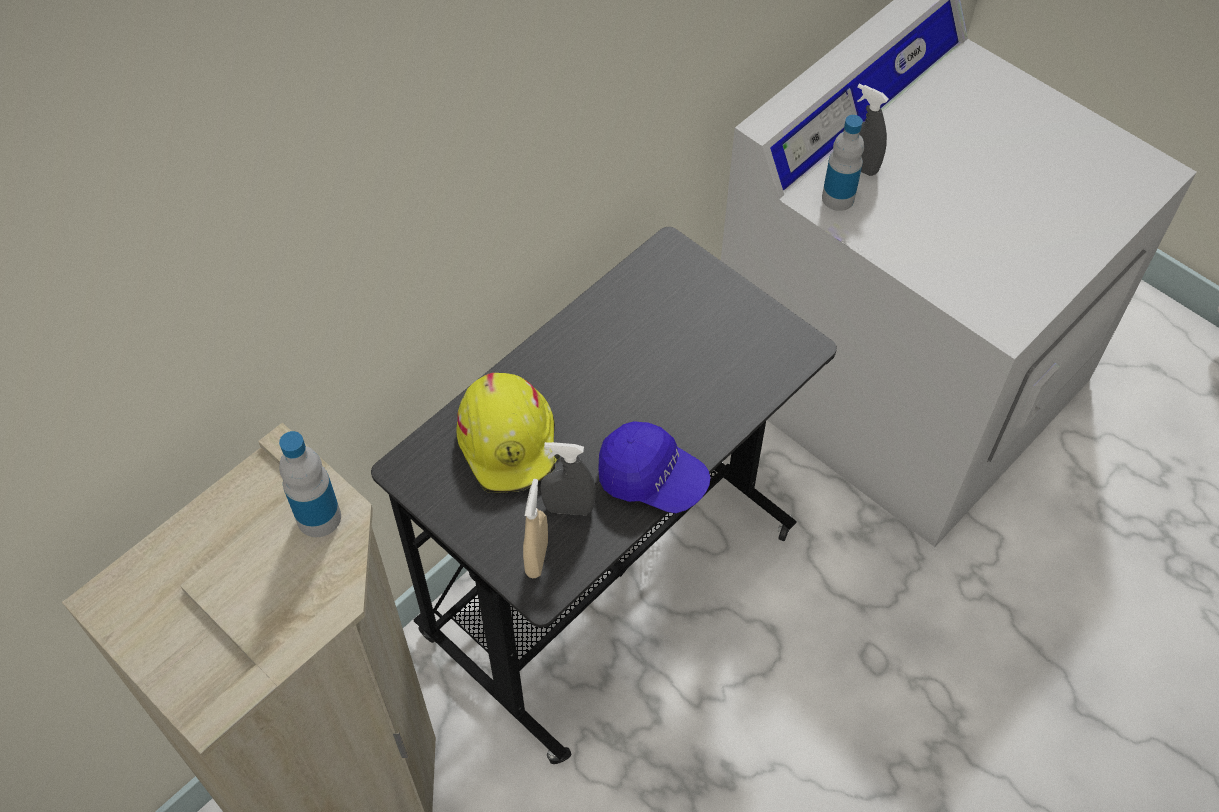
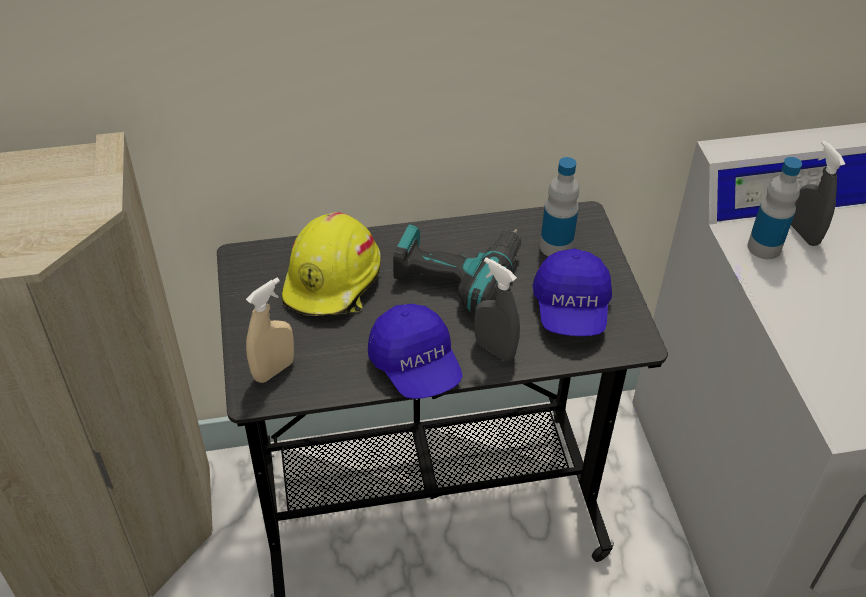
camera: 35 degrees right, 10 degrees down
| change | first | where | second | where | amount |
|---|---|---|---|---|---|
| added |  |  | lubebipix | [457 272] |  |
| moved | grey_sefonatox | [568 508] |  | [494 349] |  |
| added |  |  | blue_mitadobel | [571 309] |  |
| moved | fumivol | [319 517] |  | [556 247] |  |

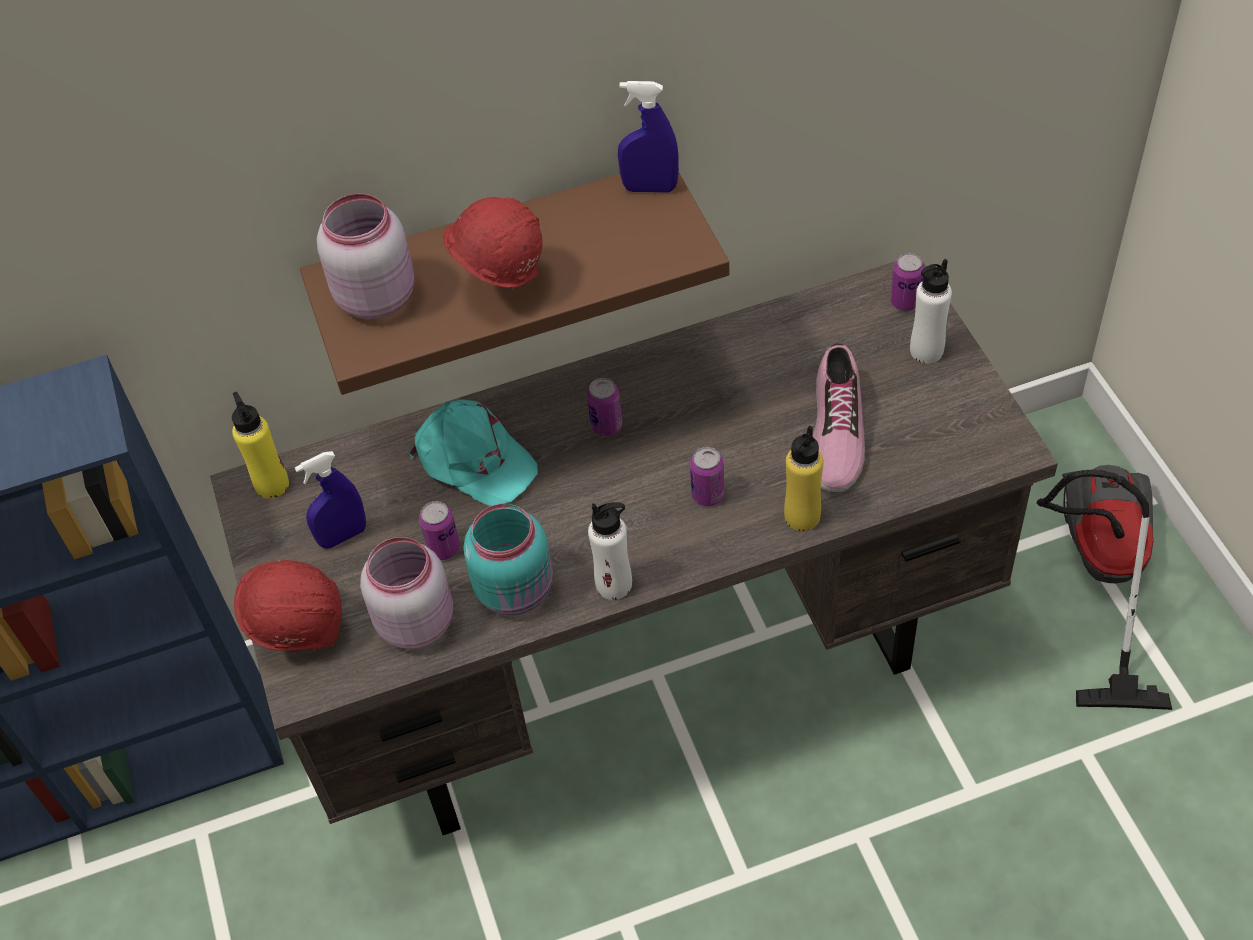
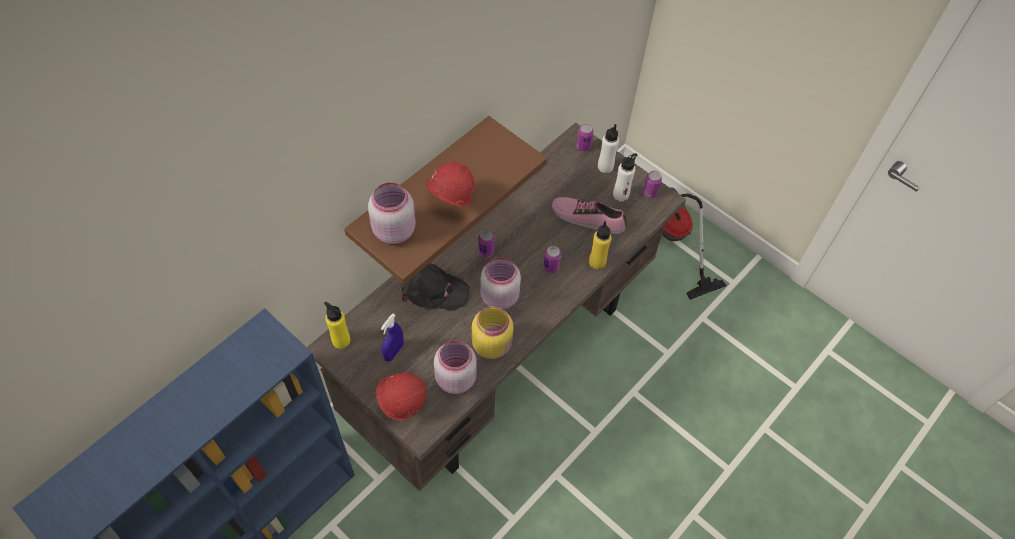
camera: 35 degrees left, 5 degrees up
| change | first | where | second | where | amount |
|---|---|---|---|---|---|
| recoloured | turquoise_mitadobel | [474 460] | black_mitadobel | [434 291] |  |
| recoloured | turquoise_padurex | [517 590] | yellow_padurex | [493 344] |  |
| added |  |  | pink_padurex | [498 296] |  |
| turned | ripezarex | [834 431] |  | [588 218] | 135 degrees clockwise |
| moved | white_fumivol | [614 584] |  | [621 195] |  |
| moved | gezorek | [444 548] |  | [649 193] |  |
| removed | blue_sefonatox | [650 188] |  |  |  |

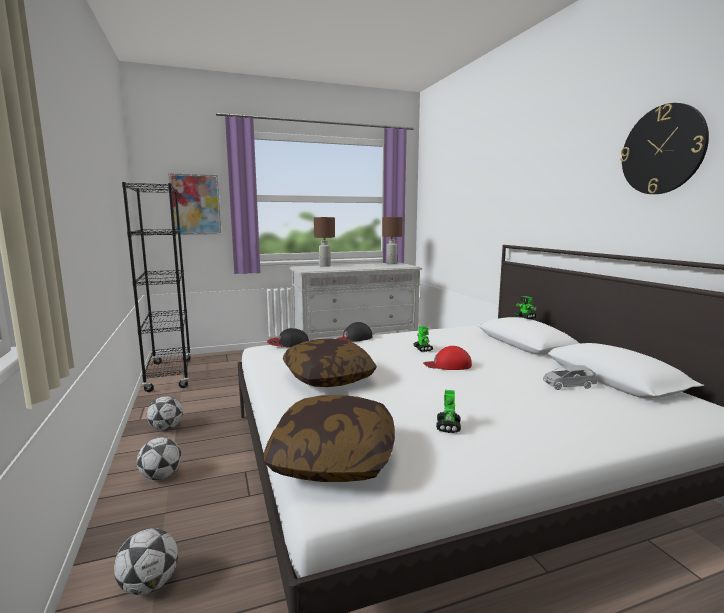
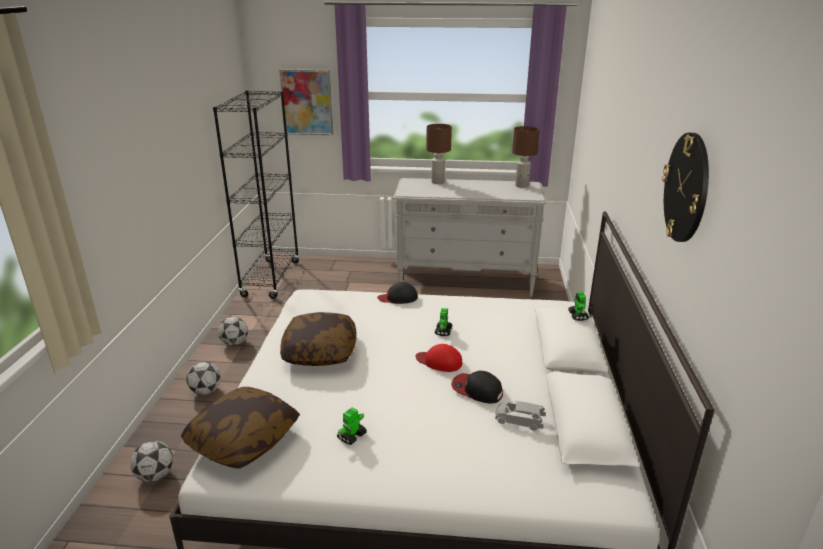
camera: 25 degrees right, 15 degrees up
| change | first | where | second | where | amount |
|---|---|---|---|---|---|
| moved | mitadobel | [288 344] |  | [476 390] |  |

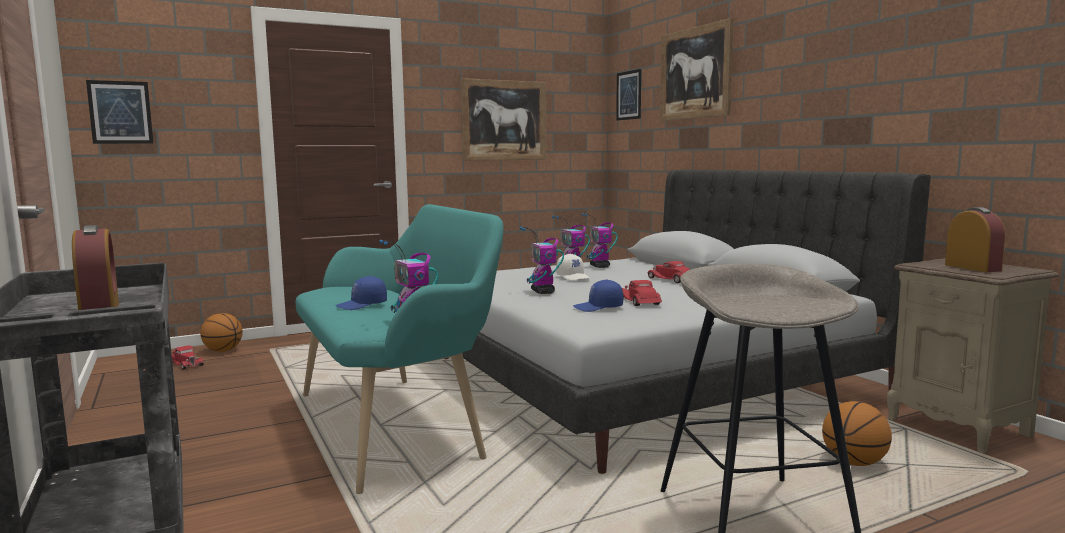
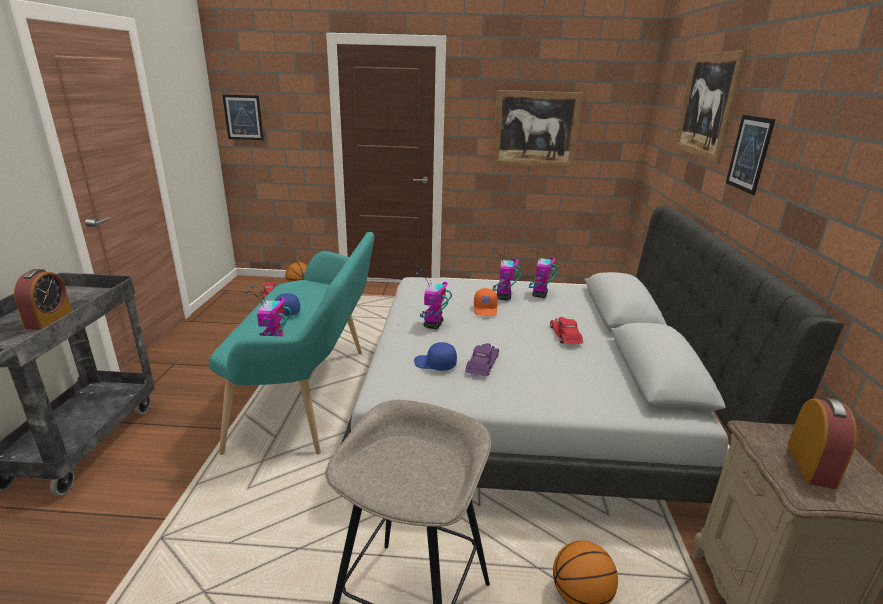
camera: 30 degrees right, 15 degrees up
| change | first | where | second | where | amount |
|---|---|---|---|---|---|
| recoloured | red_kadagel | [640 301] | purple_kadagel | [482 365] |  |
| recoloured | white_mitadobel | [573 277] | orange_mitadobel | [486 309] |  |
| moved | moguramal | [629 95] |  | [749 153] |  |

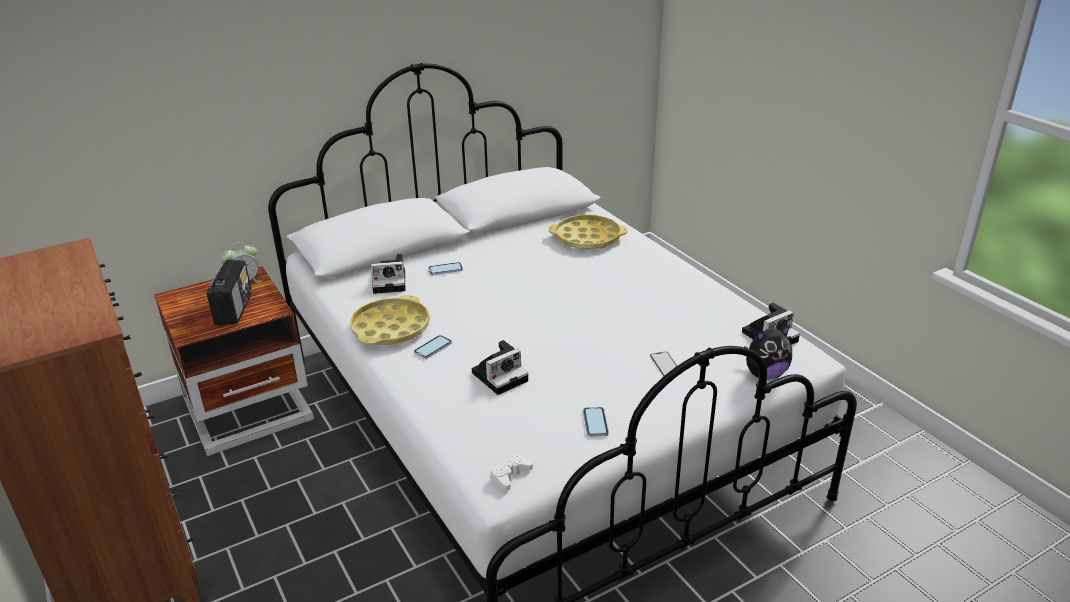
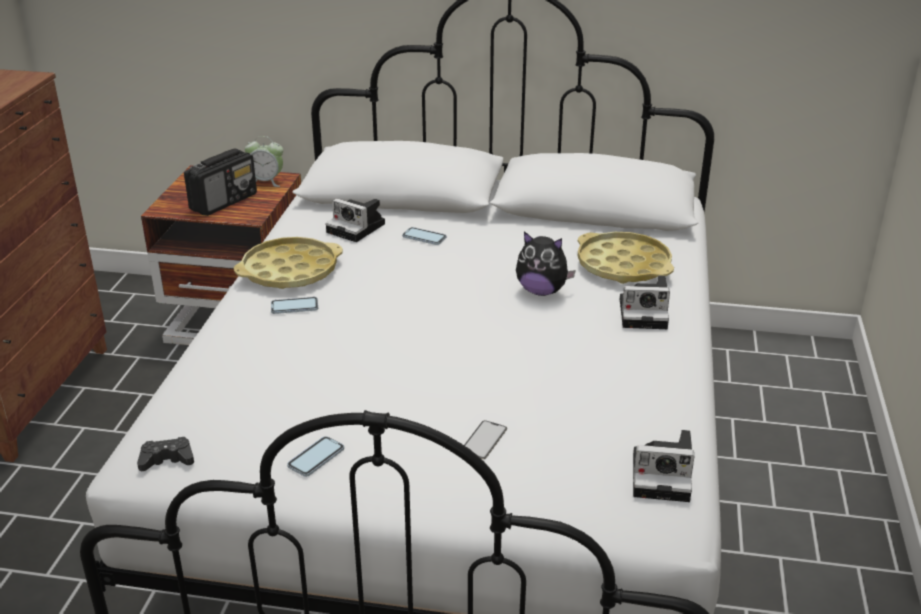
camera: 40 degrees right, 0 degrees up
| change | first | where | second | where | amount |
|---|---|---|---|---|---|
| recoloured | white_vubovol | [510 475] | black_vubovol | [167 460] |  |
| moved | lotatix | [764 374] |  | [542 291] |  |
| moved | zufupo | [501 375] |  | [645 313] |  |

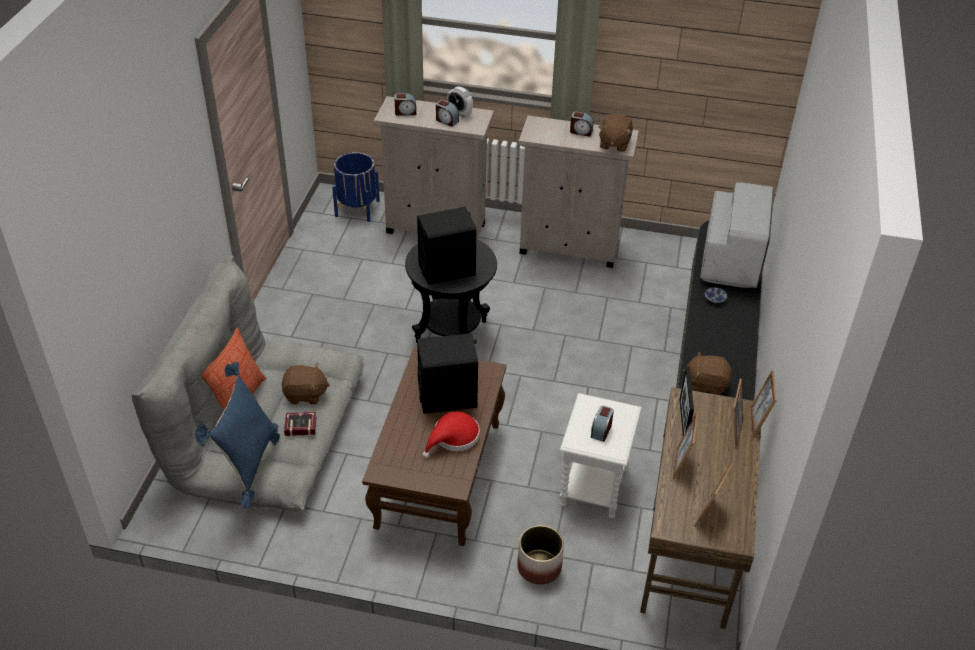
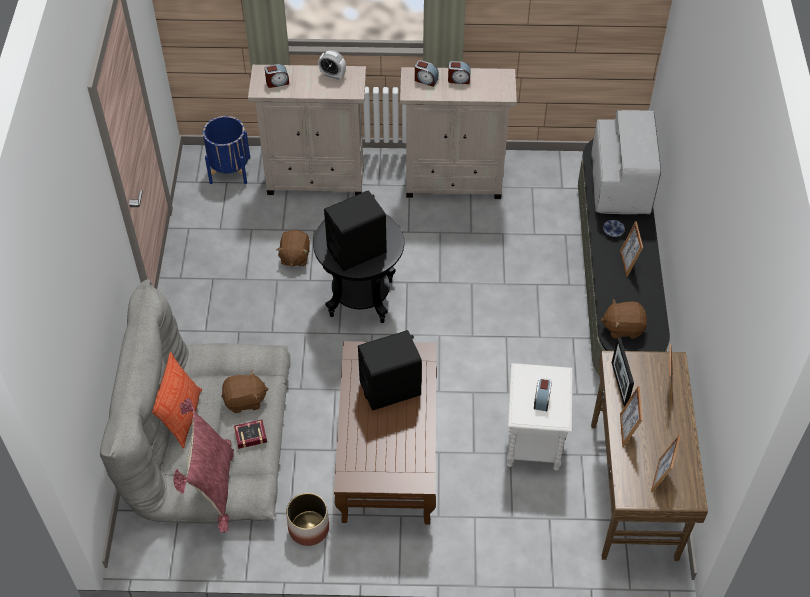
camera: 10 degrees left, 10 degrees up
| change | first | where | second | where | amount |
|---|---|---|---|---|---|
| recoloured | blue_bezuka | [246 468] | red_bezuka | [211 490] |  |
| moved | brown_lotatix | [614 143] |  | [294 256] |  |
| moved | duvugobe | [539 567] |  | [308 528] |  |
| moved | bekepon | [446 121] |  | [426 80] |  |
| moved | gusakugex | [758 422] |  | [628 263] |  |
| removed | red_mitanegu | [453 438] |  |  |  |

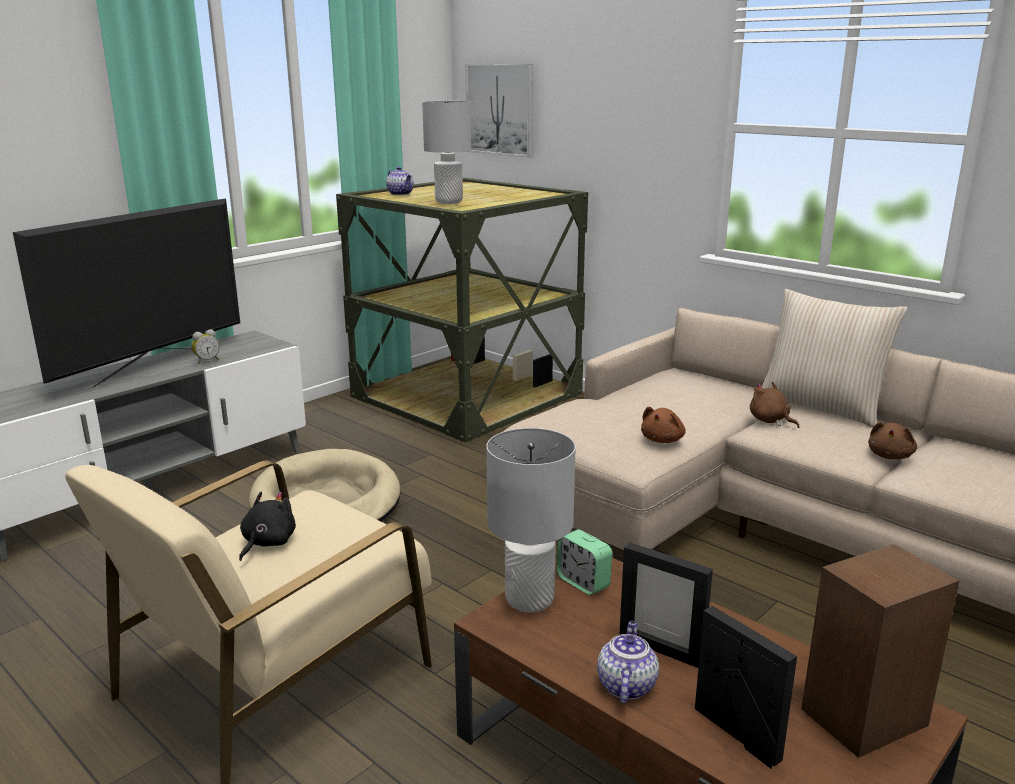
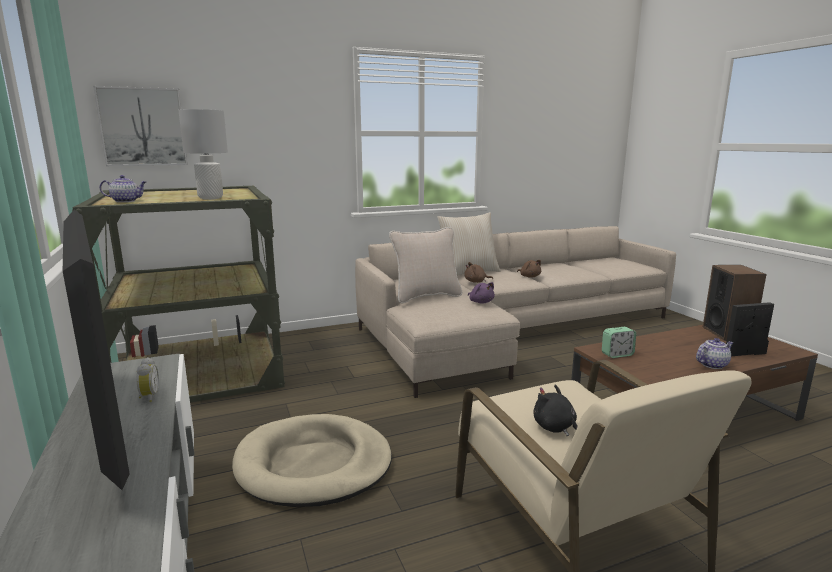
camera: 65 degrees left, 5 degrees down
| change | first | where | second | where | amount |
|---|---|---|---|---|---|
| added |  |  | beige_bezuka | [426 296] |  |
| recoloured | brown_lotatix | [663 440] | purple_lotatix | [481 302] |  |
| turned | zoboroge | [626 685] |  | [712 364] | 120 degrees clockwise |
| removed | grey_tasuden | [529 603] |  |  |  |
| removed | gusakugex | [661 648] |  |  |  |

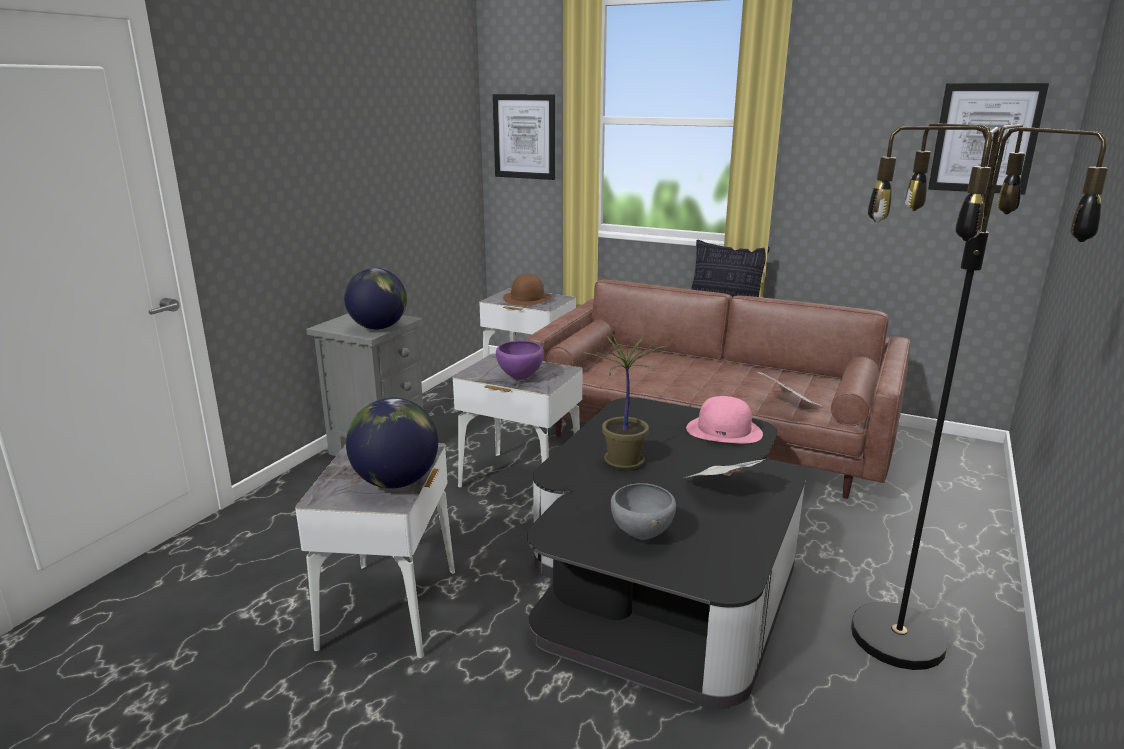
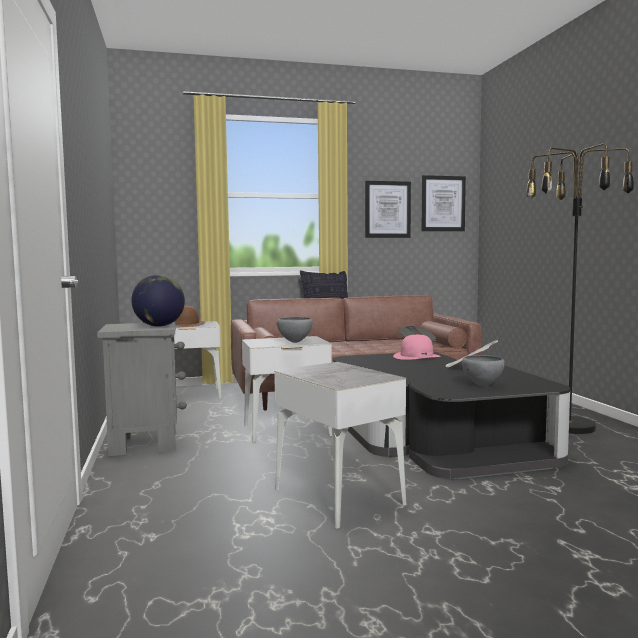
camera: 40 degrees left, 15 degrees down
| change | first | where | second | where | amount |
|---|---|---|---|---|---|
| recoloured | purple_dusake | [520 378] | grey_dusake | [295 342] |  |
| moved | moguramal | [524 136] |  | [387 209] |  |
| removed | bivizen | [396 482] |  |  |  |
| removed | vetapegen | [624 462] |  |  |  |

